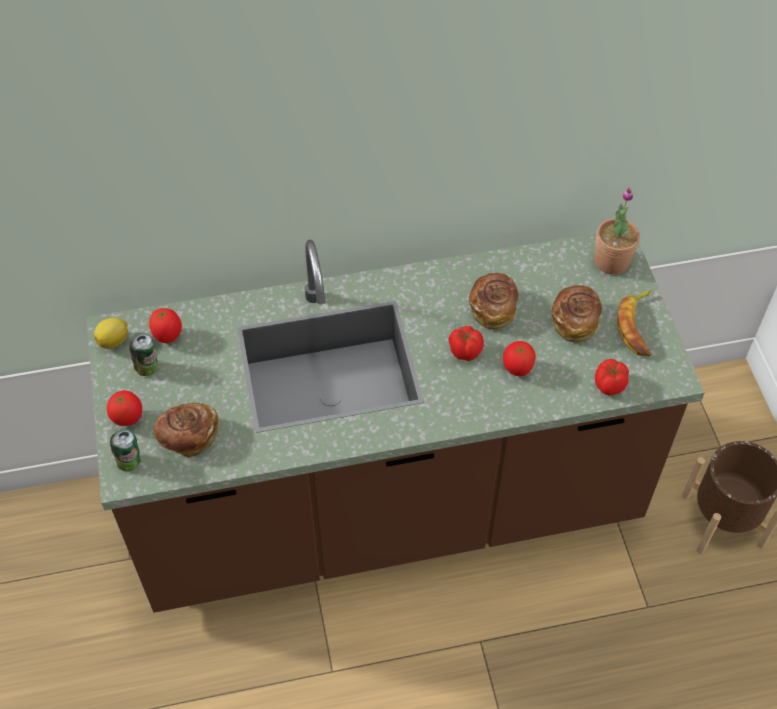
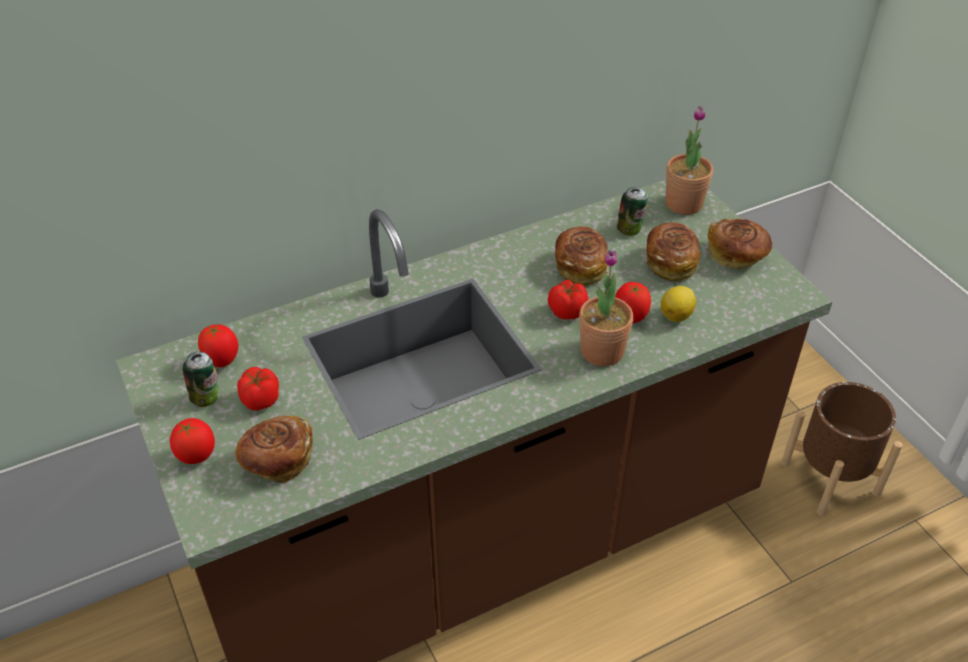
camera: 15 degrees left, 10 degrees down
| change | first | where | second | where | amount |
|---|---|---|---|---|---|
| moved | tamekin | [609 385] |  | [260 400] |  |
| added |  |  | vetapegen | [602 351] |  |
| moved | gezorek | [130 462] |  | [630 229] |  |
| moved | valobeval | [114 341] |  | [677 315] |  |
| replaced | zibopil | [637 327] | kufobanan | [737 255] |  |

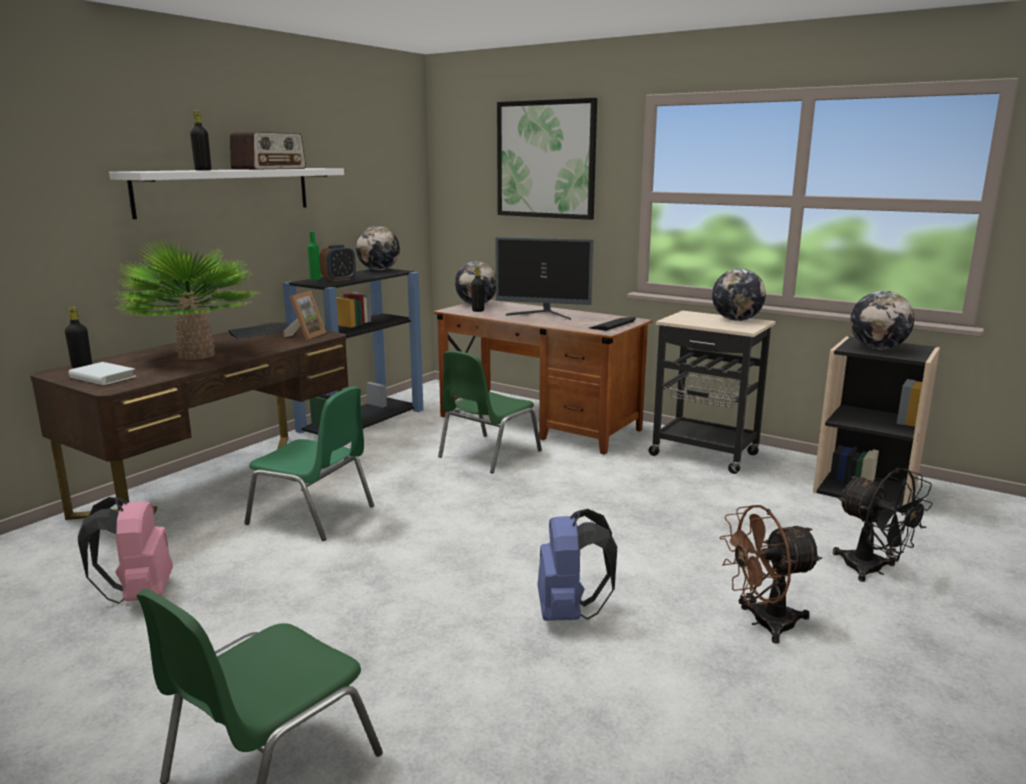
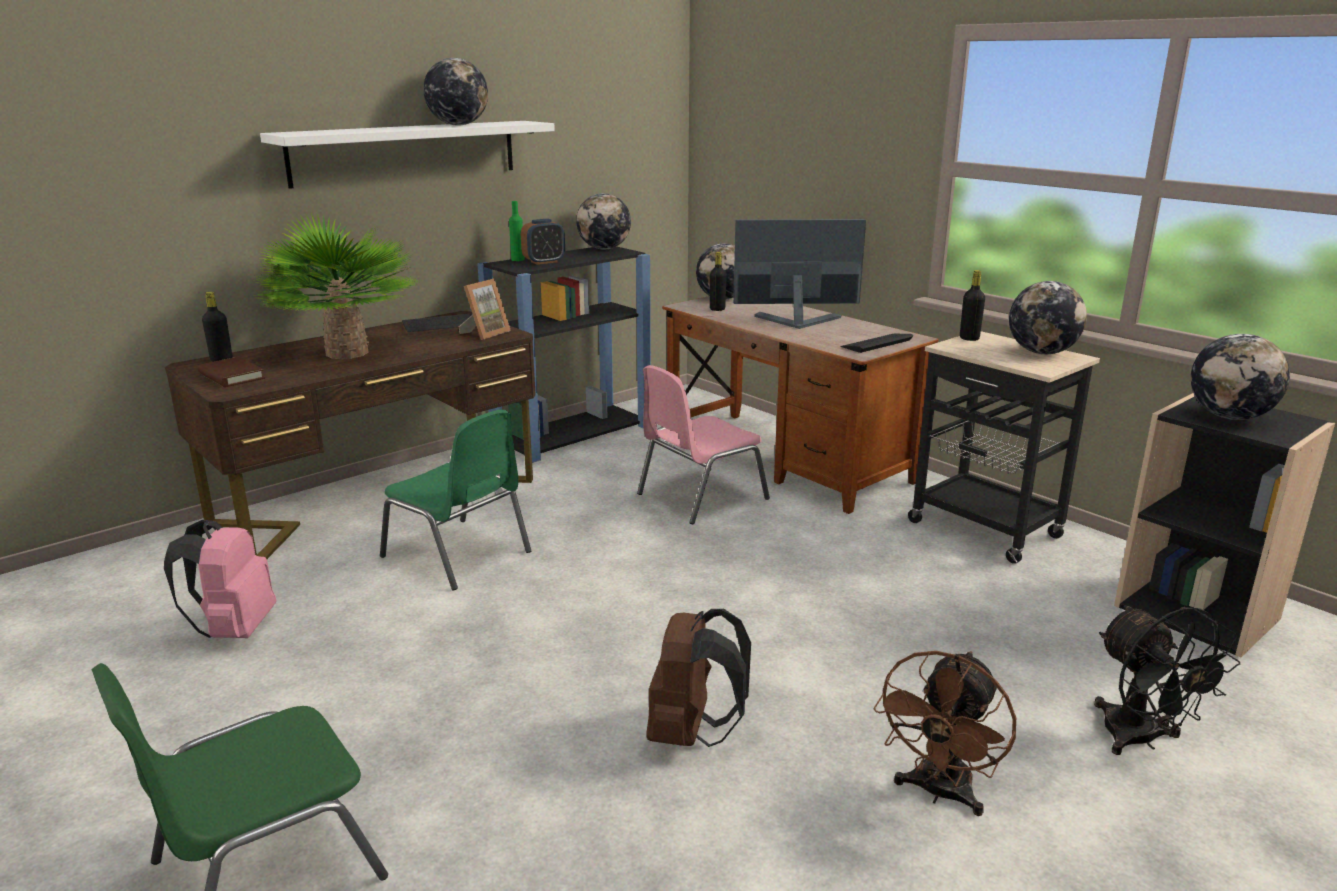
camera: 15 degrees right, 5 degrees up
| change | first | where | second | where | amount |
|---|---|---|---|---|---|
| recoloured | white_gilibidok | [102 377] | brown_gilibidok | [231 376] |  |
| replaced | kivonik | [269 169] | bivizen | [458 125] |  |
| recoloured | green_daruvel | [487 454] | pink_daruvel | [699 496] |  |
| recoloured | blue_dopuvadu | [569 613] | brown_dopuvadu | [692 733] |  |
| turned | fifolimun | [543 315] |  | [796 321] | 150 degrees clockwise |
| turned | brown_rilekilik | [763 623] |  | [939 793] | 60 degrees counterclockwise |
| moved | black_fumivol | [203 170] |  | [969 338] |  |
| removed | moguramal | [546 159] |  |  |  |

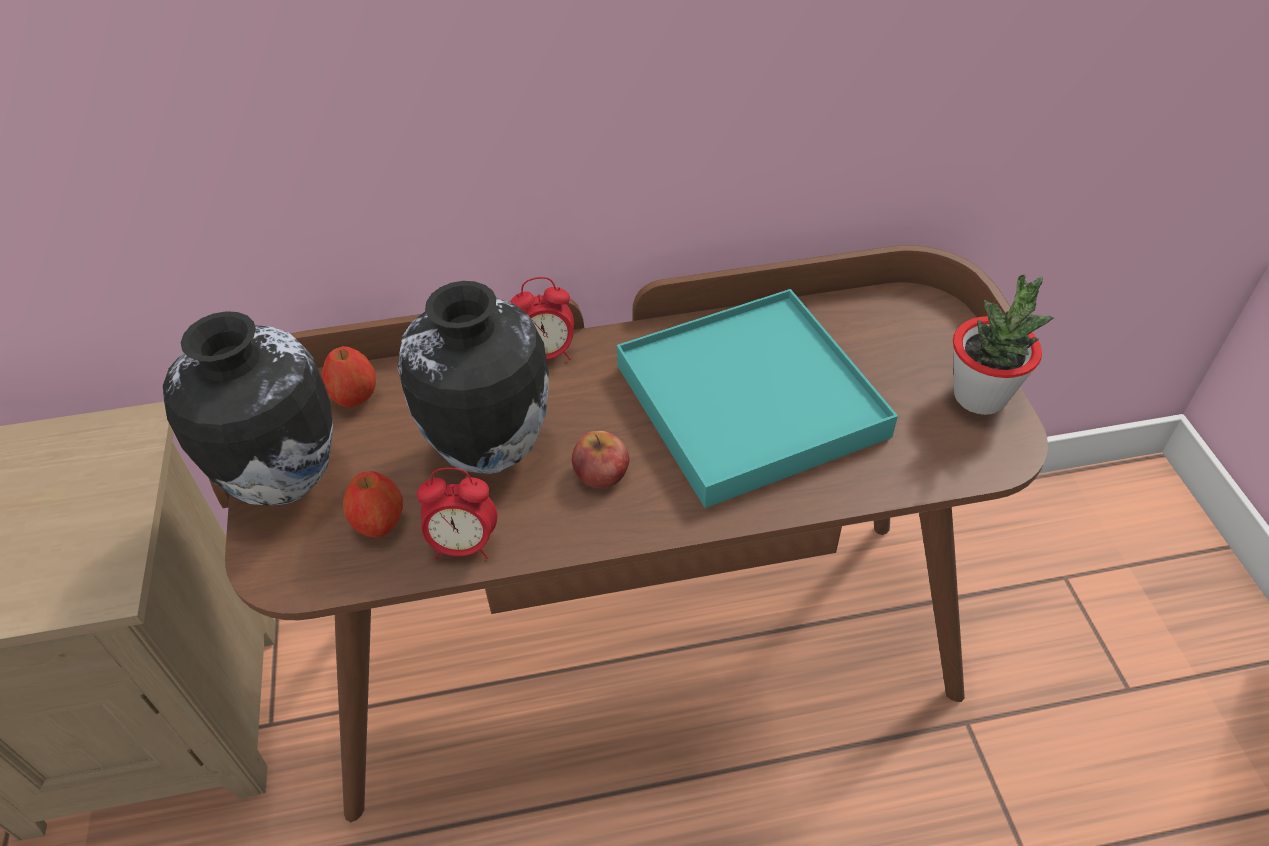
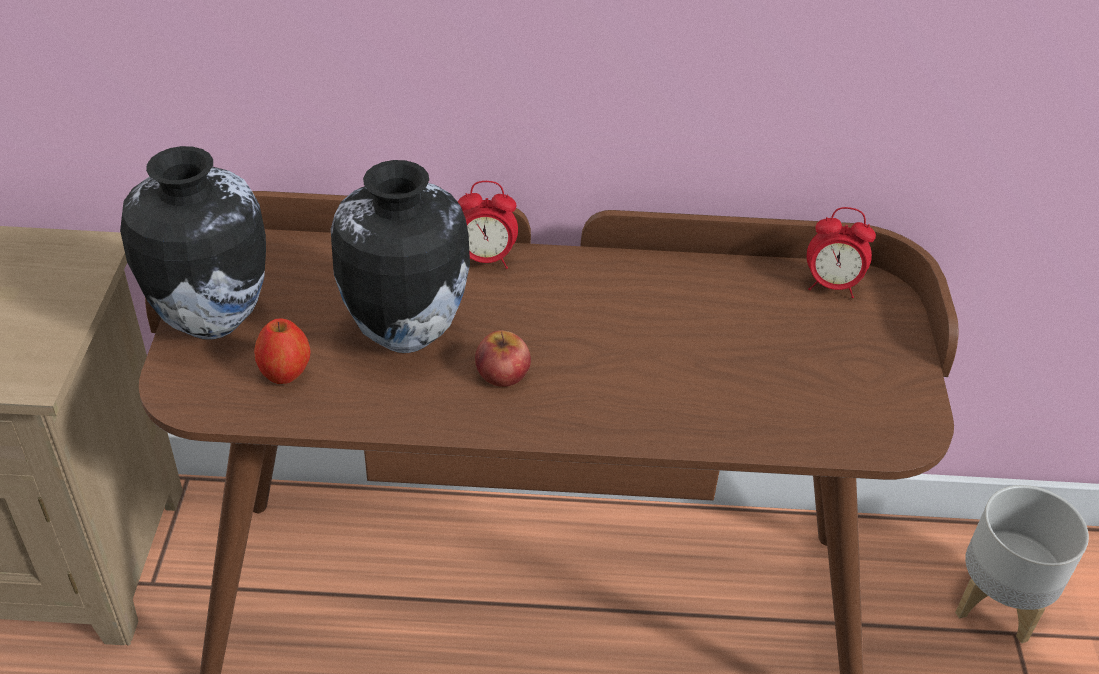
camera: 10 degrees right, 5 degrees down
| change | first | where | second | where | amount |
|---|---|---|---|---|---|
| moved | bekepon | [464 545] |  | [831 286] |  |
| added |  |  | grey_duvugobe | [999 604] |  |
| removed | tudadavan | [355 398] |  |  |  |
| removed | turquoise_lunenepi | [749 401] |  |  |  |
| removed | vetapegen | [980 396] |  |  |  |

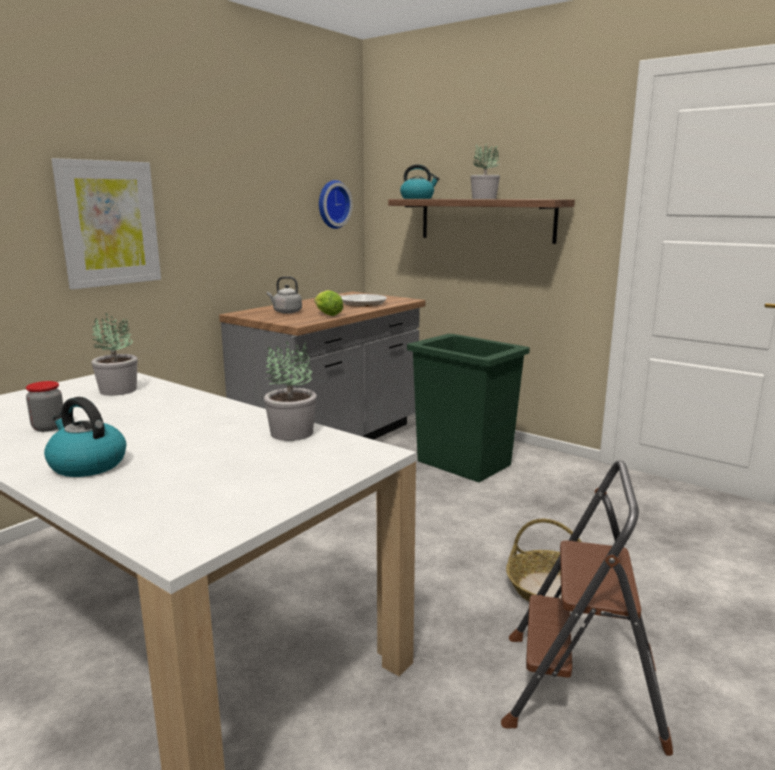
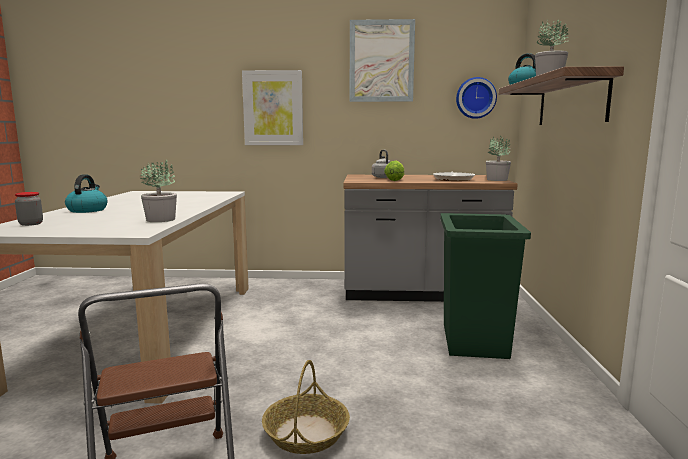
camera: 55 degrees right, 5 degrees down
| change | first | where | second | where | amount |
|---|---|---|---|---|---|
| moved | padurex | [49 427] |  | [31 224] |  |
| added |  |  | moguramal | [381 61] |  |
| moved | vetapegen | [117 390] |  | [496 180] |  |

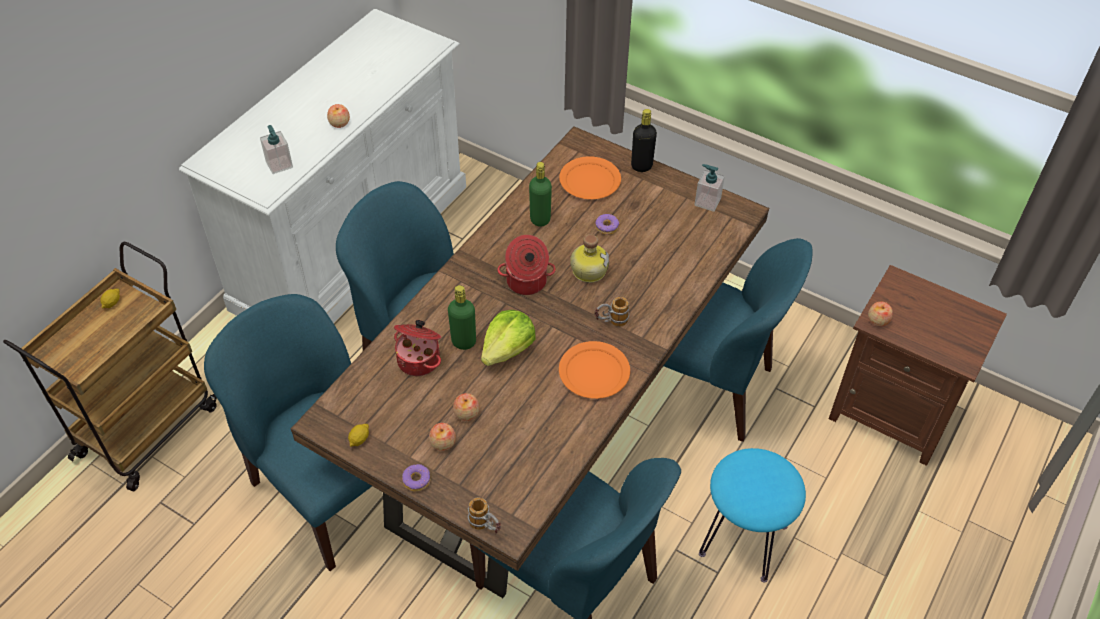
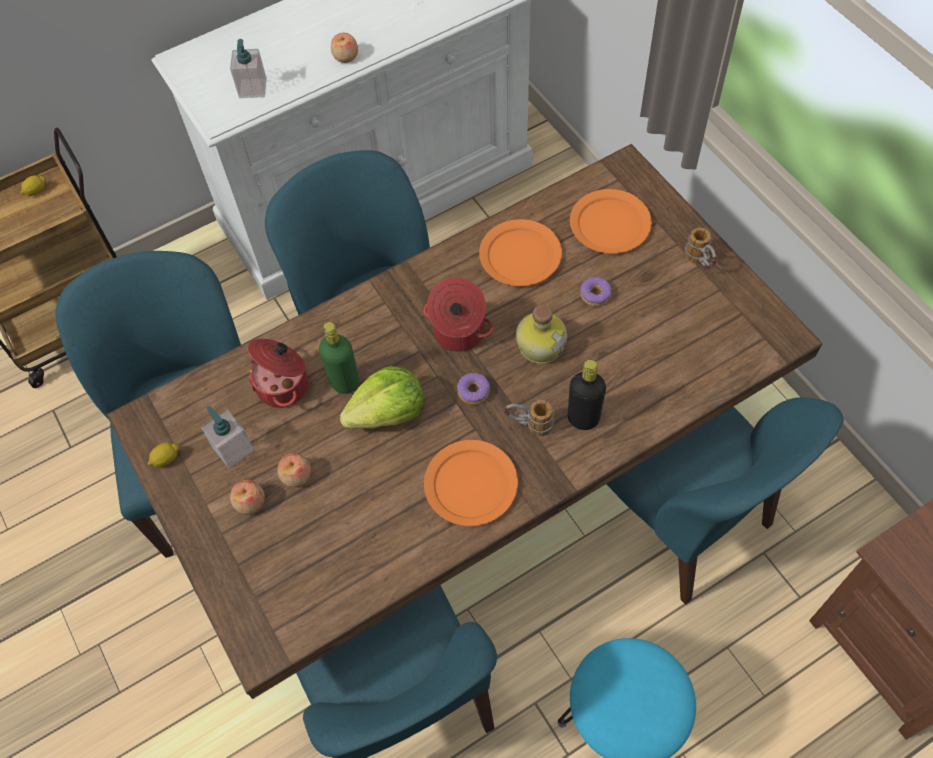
camera: 30 degrees right, 10 degrees up
| change | first | where | second | where | amount |
|---|---|---|---|---|---|
| moved | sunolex | [707 202] |  | [233 448] |  |
| moved | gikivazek | [417 480] |  | [474 391] |  |
| replaced | green_fumivol | [540 219] | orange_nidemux | [521 255] |  |
| moved | black_fumivol | [641 166] |  | [583 418] |  |
| moved | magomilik | [486 527] |  | [700 263] |  |
| removed | tudadavan | [878 320] |  |  |  |

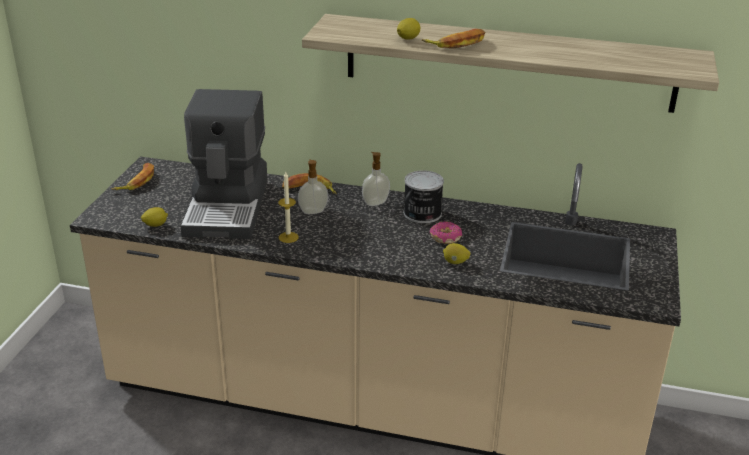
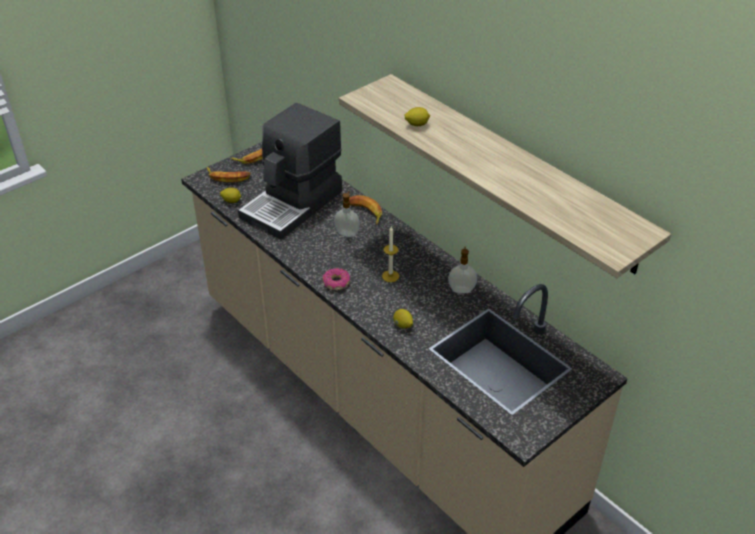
camera: 35 degrees right, 10 degrees up
| change | first | where | second | where | amount |
|---|---|---|---|---|---|
| moved | zibopil | [457 43] |  | [228 177] |  |
| moved | gikivazek | [445 237] |  | [336 283] |  |
| moved | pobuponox | [288 237] |  | [390 276] |  |
| moved | sunolex | [375 202] |  | [461 289] |  |
| removed | gezorek | [422 214] |  |  |  |

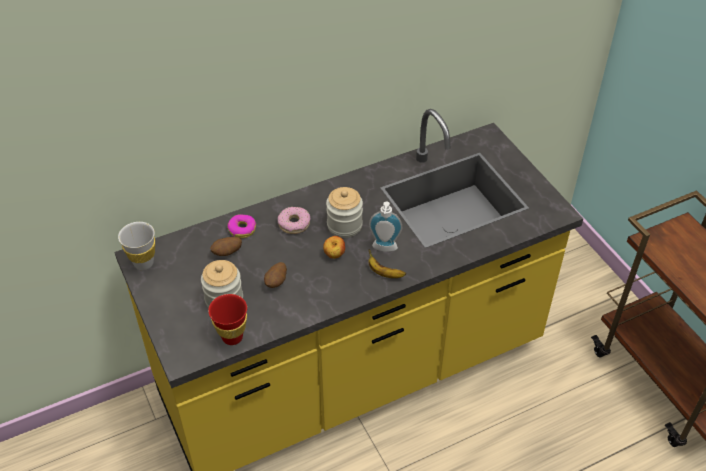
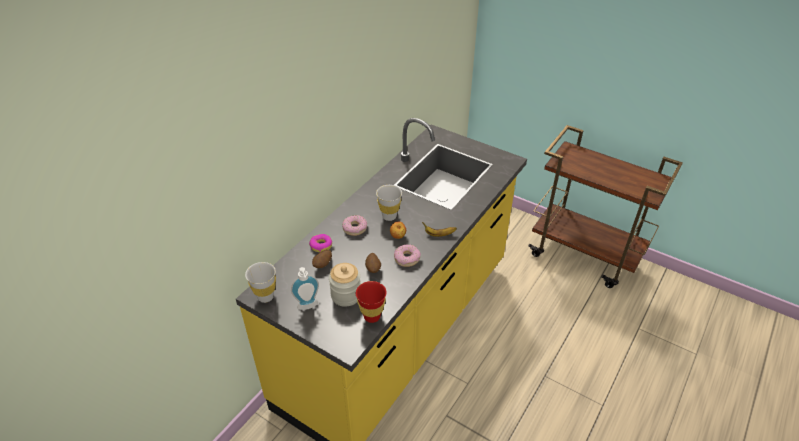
camera: 30 degrees left, 5 degrees down
| change | first | where | second | where | amount |
|---|---|---|---|---|---|
| moved | sunolex | [384 249] |  | [308 307] |  |
| replaced | padurex | [344 225] | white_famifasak | [389 216] |  |
| added |  |  | gikivazek | [407 258] |  |

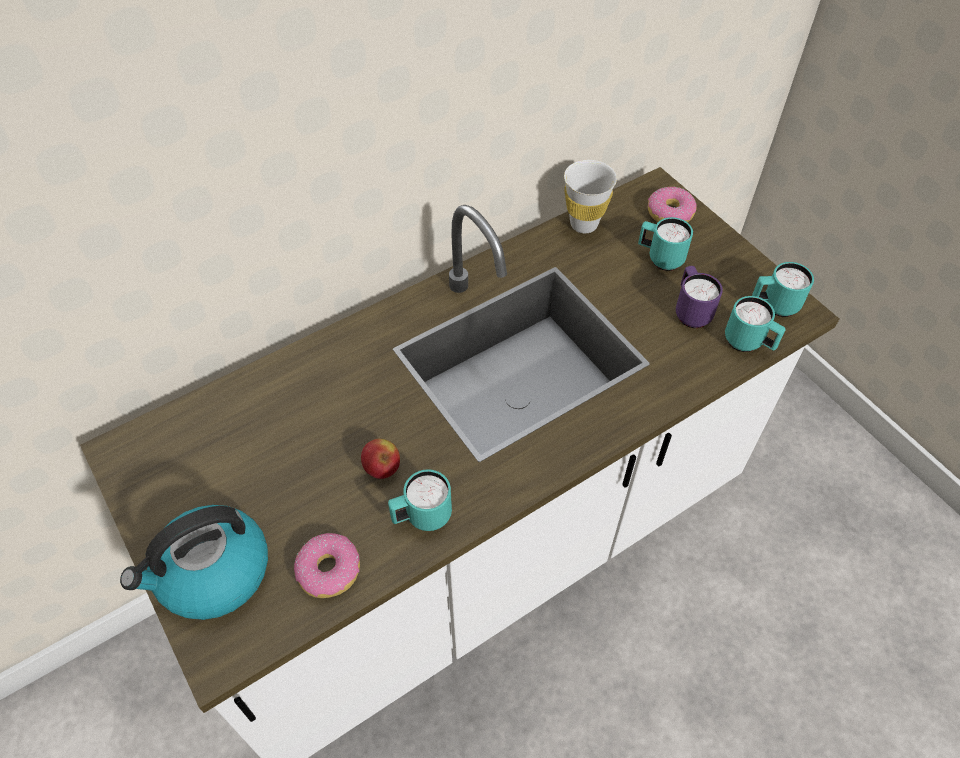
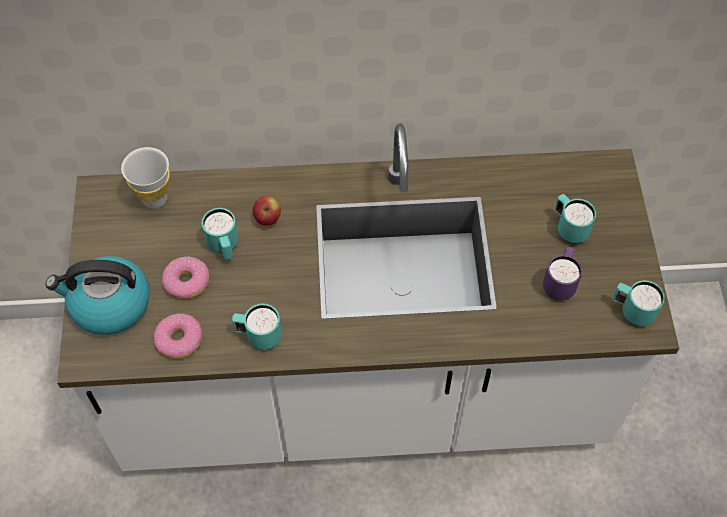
camera: 30 degrees right, 5 degrees up
| change | first | where | second | where | amount |
|---|---|---|---|---|---|
| moved | white_famifasak | [584 224] |  | [154 198] |  |
| moved | gikivazek | [670 213] |  | [187 282] |  |
| moved | turquoise_magomilik | [748 344] |  | [224 247] |  |
| moved | tudadavan | [382 468] |  | [267 219] |  |

